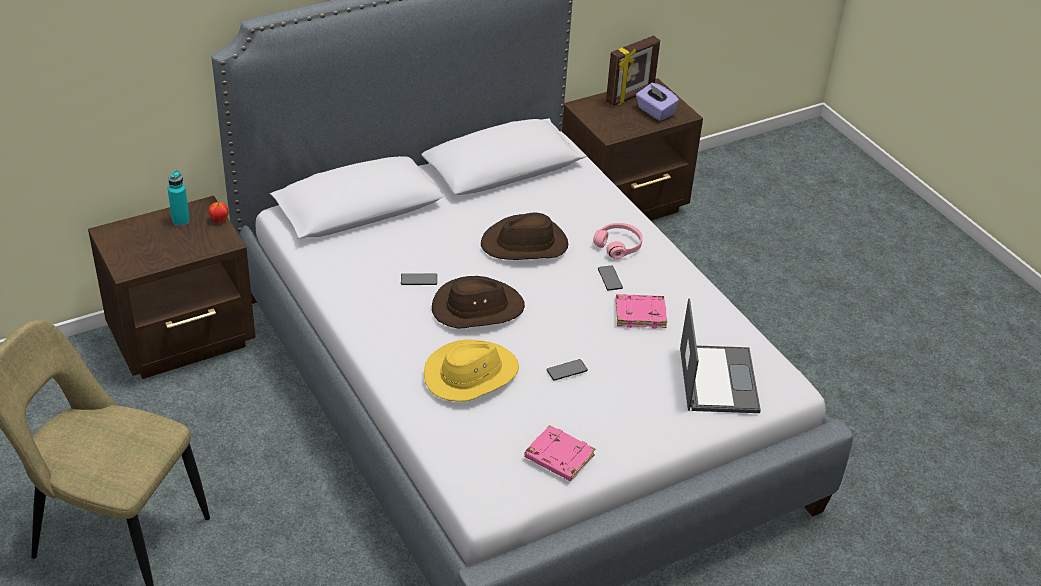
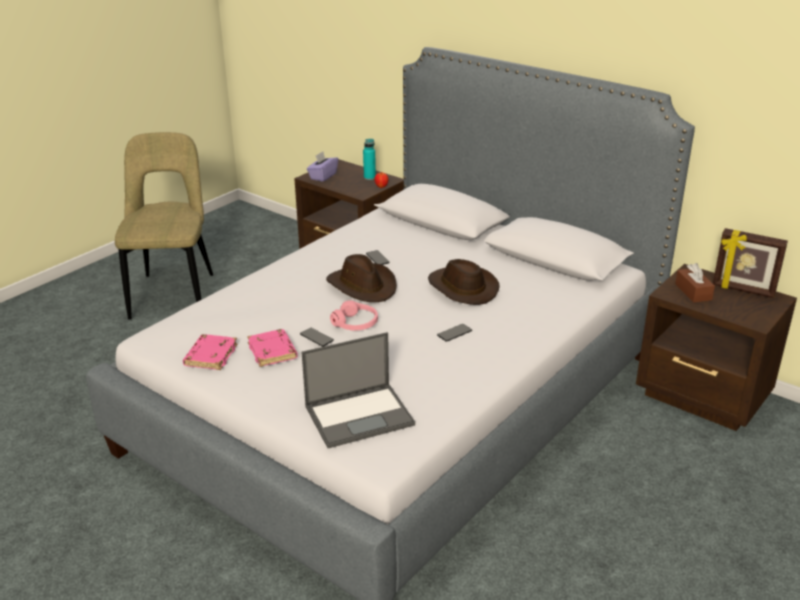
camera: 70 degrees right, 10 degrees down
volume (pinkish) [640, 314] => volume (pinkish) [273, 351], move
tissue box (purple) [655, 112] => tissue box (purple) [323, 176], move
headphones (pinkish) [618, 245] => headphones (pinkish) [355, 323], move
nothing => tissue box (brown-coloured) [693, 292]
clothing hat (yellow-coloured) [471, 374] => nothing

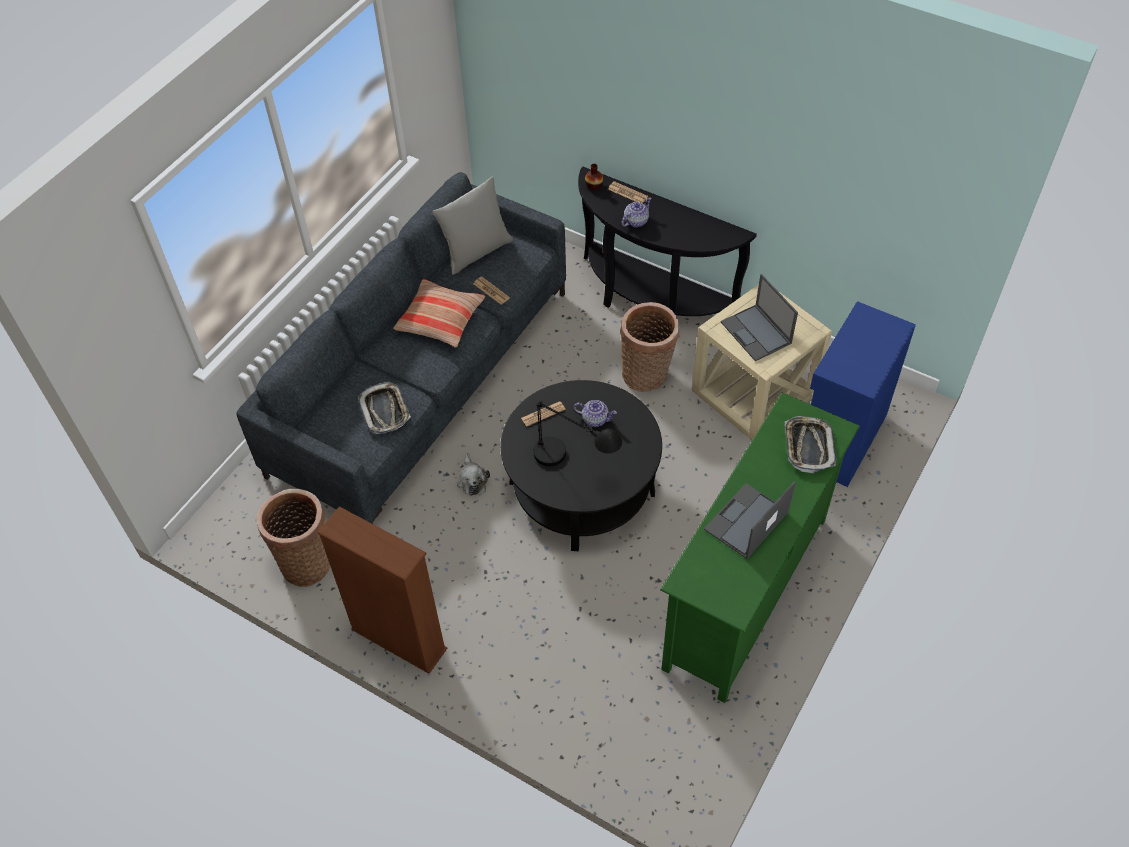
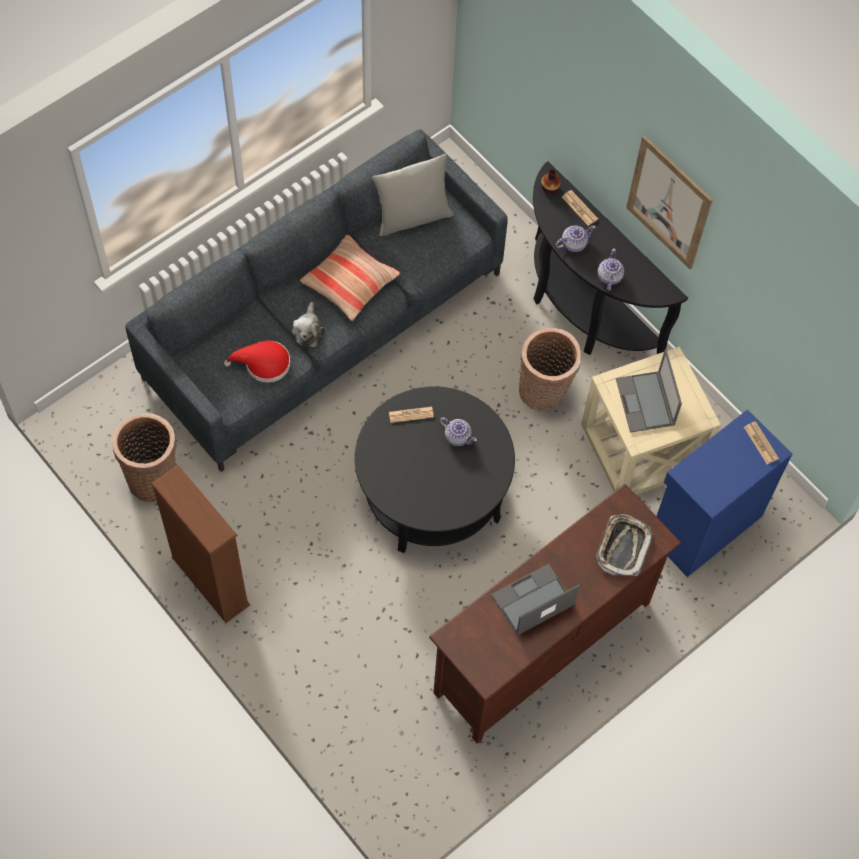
camera: 15 degrees right, 10 degrees up
tray [385, 411] => clothing hat (red-coloured) [263, 364]
cuddly toy [472, 480] => cuddly toy [308, 330], move
tv stand (green) [747, 593] => tv stand (brown-coloured) [543, 649]
nothing => tea pot [609, 277]
nothing => wall art [668, 203]
daily paper [491, 291] => daily paper [761, 443], move
tabletop lamp (black-coloured) [574, 466] => nothing

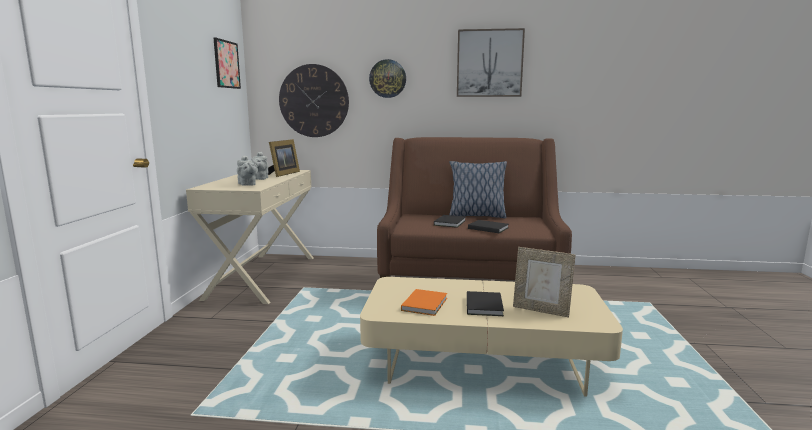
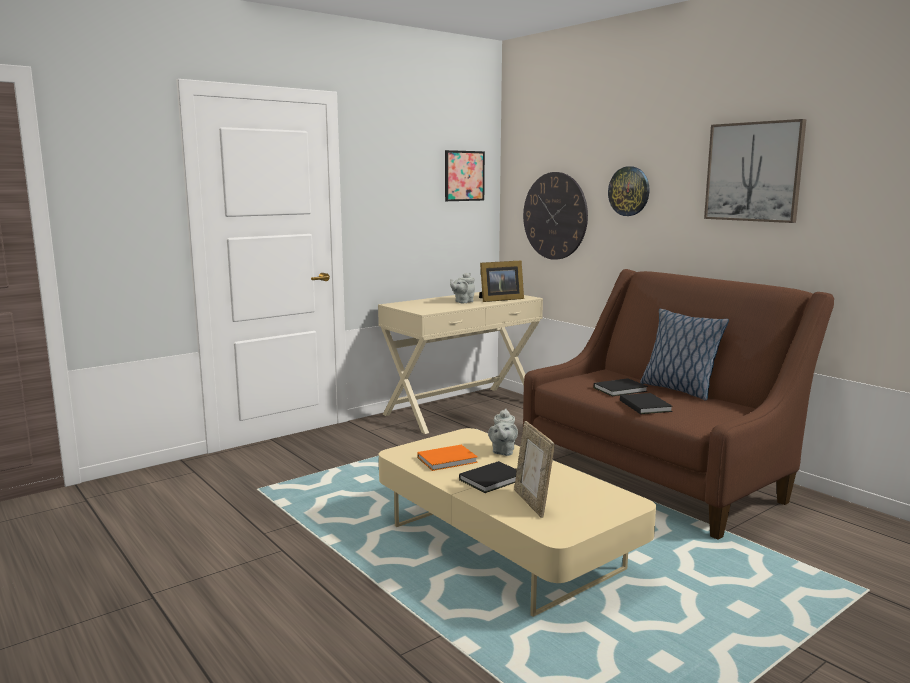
camera: 45 degrees right, 0 degrees up
tea pot (gray) [247, 184] => tea pot (gray) [503, 452], move

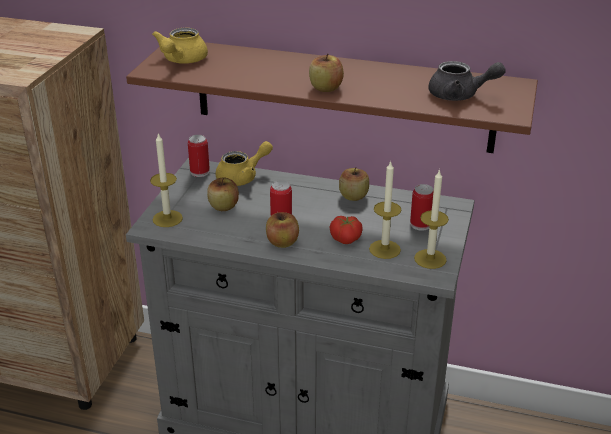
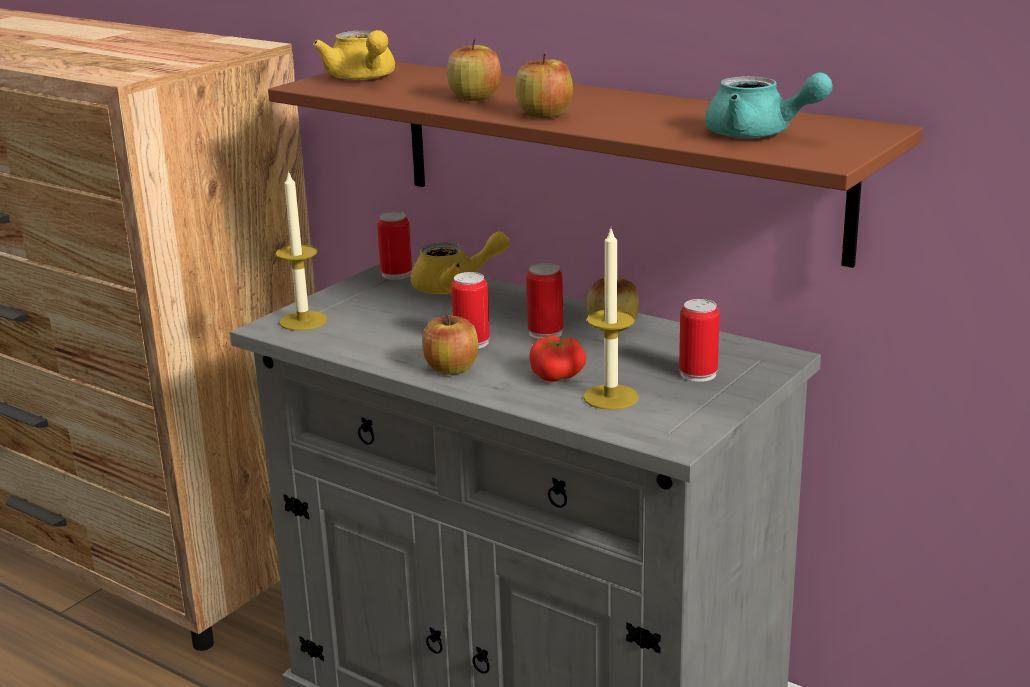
camera: 20 degrees right, 10 degrees down
tea pot (yellow-coloured) [181, 60] => tea pot (yellow-coloured) [363, 78], 60 degrees counterclockwise
apple fruit [223, 206] => apple fruit [475, 98], move
nothing => sealed can [545, 333]
tea pot (gray) [460, 95] => tea pot (turquoise) [758, 134]
candle [430, 259] => nothing

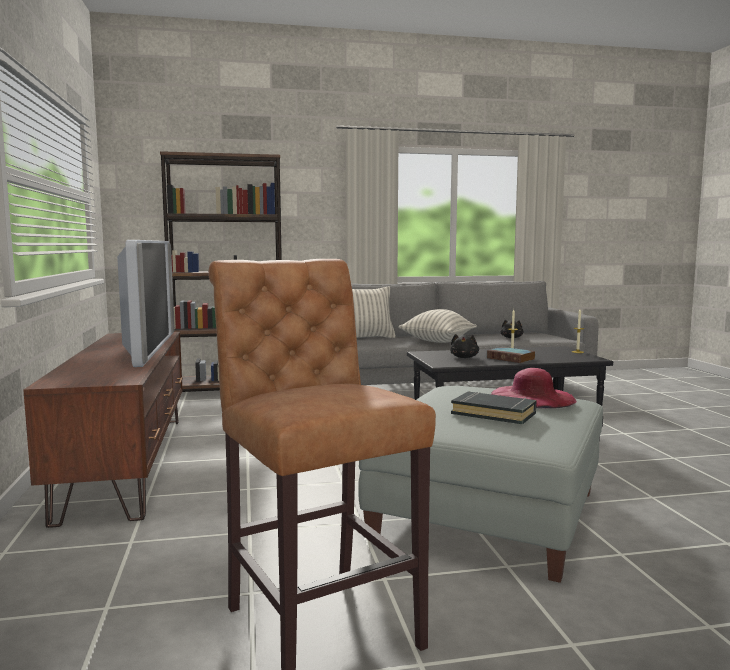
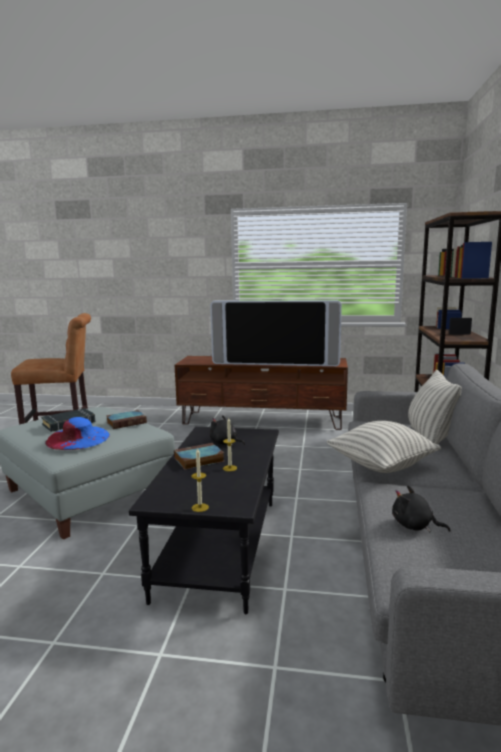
camera: 110 degrees right, 5 degrees up
clothing hat (pinkish) [532, 397] => clothing hat (blue-coloured) [78, 438]
nothing => volume [127, 422]

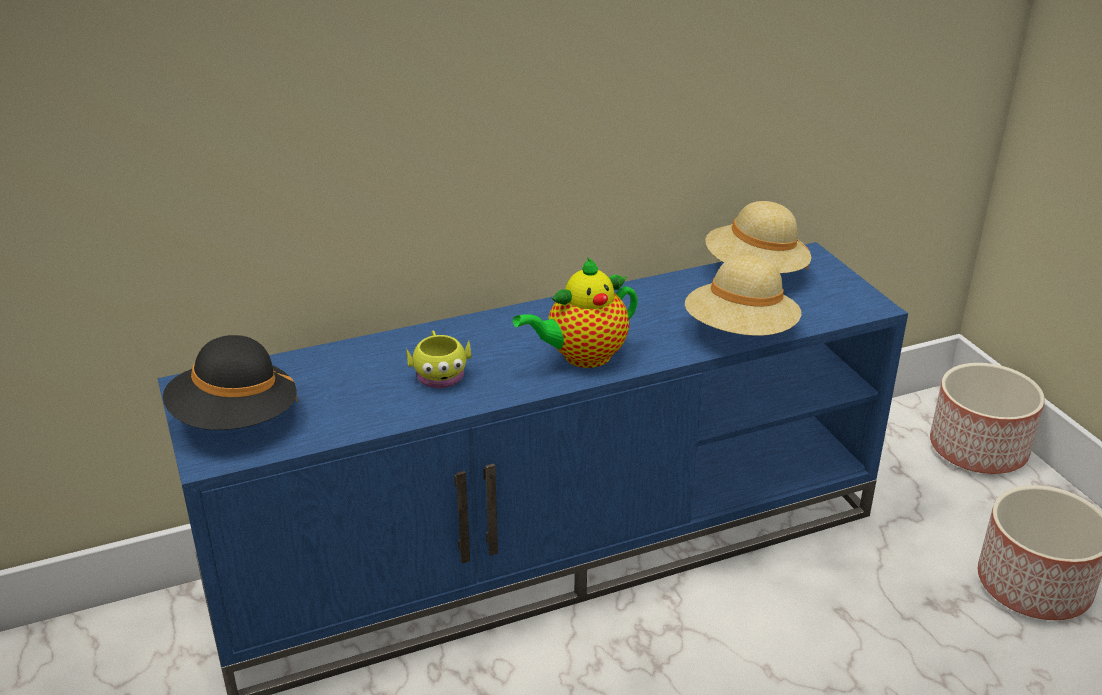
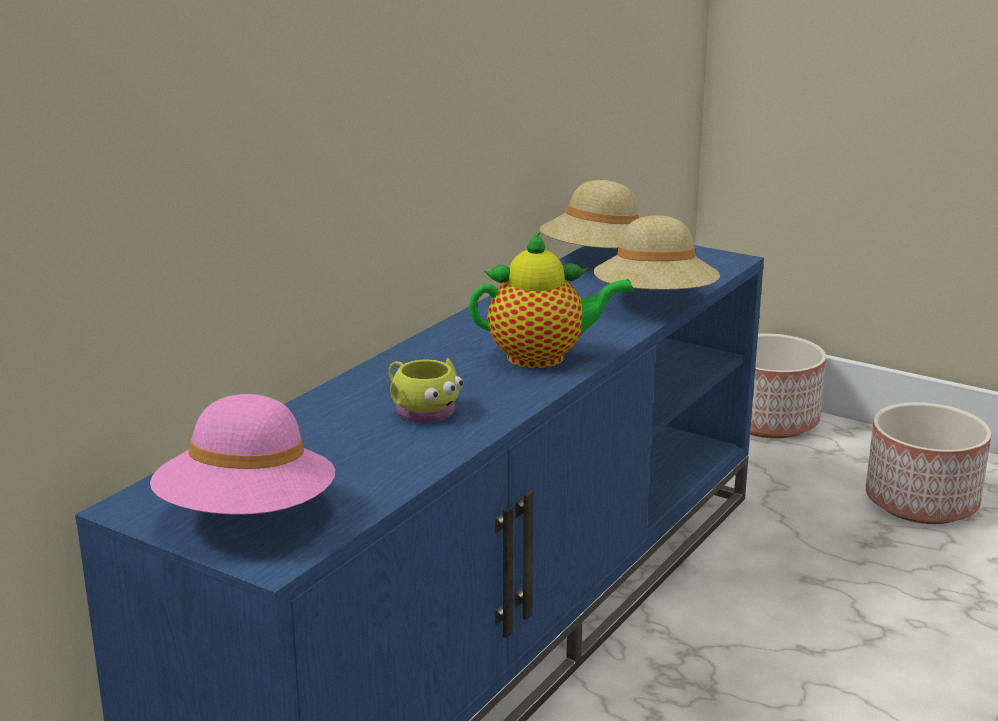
camera: 35 degrees left, 10 degrees down
clothing hat (black-coloured) [235, 420] => clothing hat (pinkish) [247, 517]
tea pot [582, 357] => tea pot [543, 357], 120 degrees counterclockwise

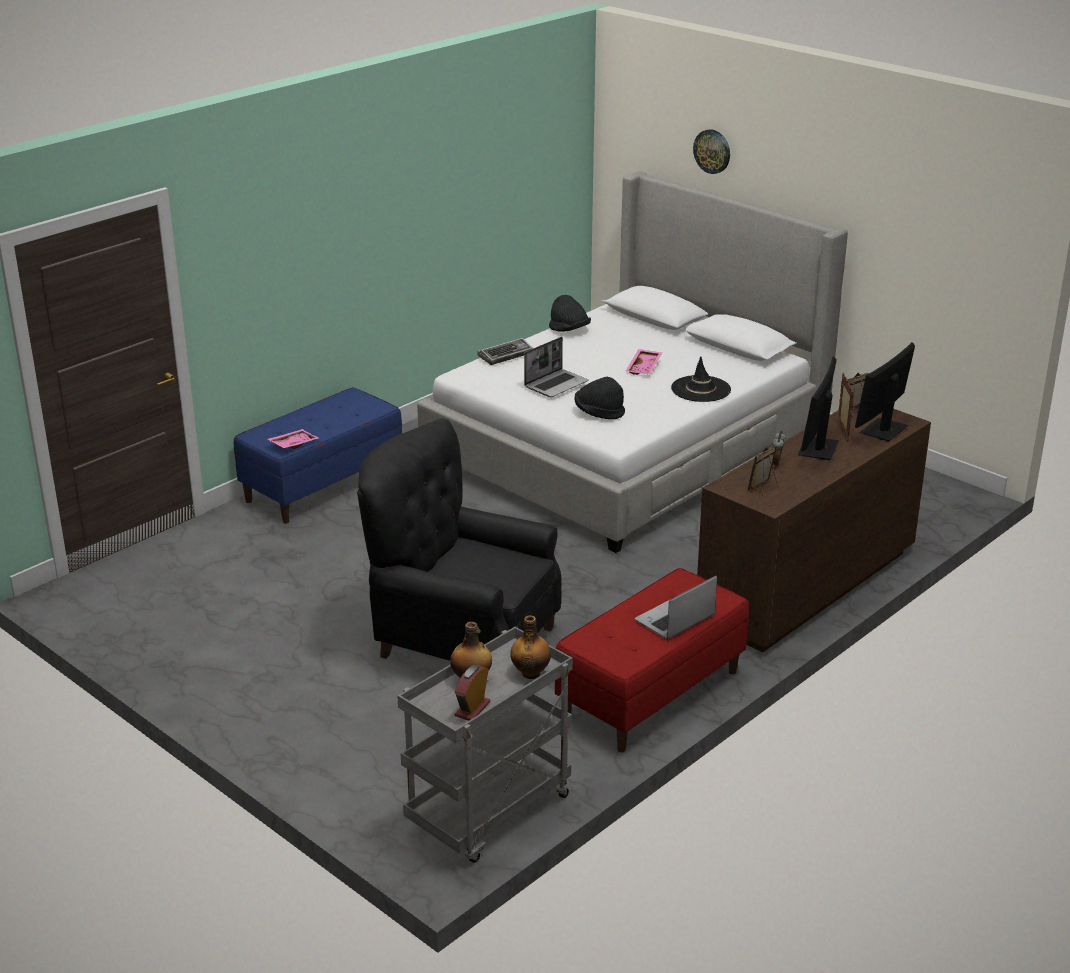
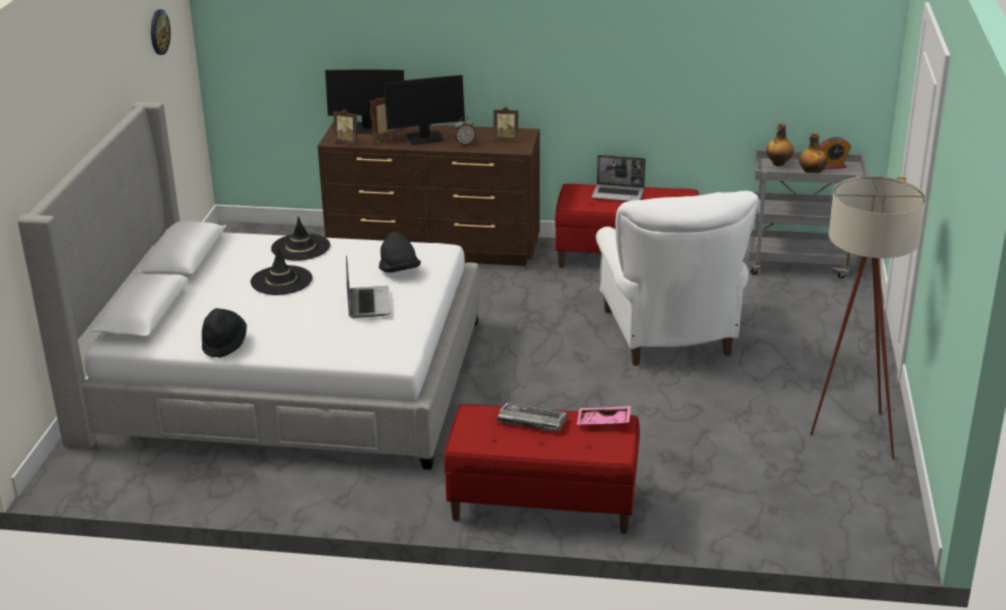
camera: 125 degrees left, 0 degrees up
hanging clock [712, 151] => hanging clock [159, 32], move
tray (pinkish) [644, 367] => clothing hat (black-coloured) [281, 281]
laptop [556, 384] => laptop [367, 303], 75 degrees clockwise
indoor bench (blue-coloured) [322, 485] => indoor bench (red-coloured) [543, 504]
PC keyboard [506, 355] => PC keyboard [531, 421], move
easy chair (black-coloured) [459, 641] => easy chair (white-coloured) [668, 335]
nothing => standing lamp (sand-coloured) [850, 435]

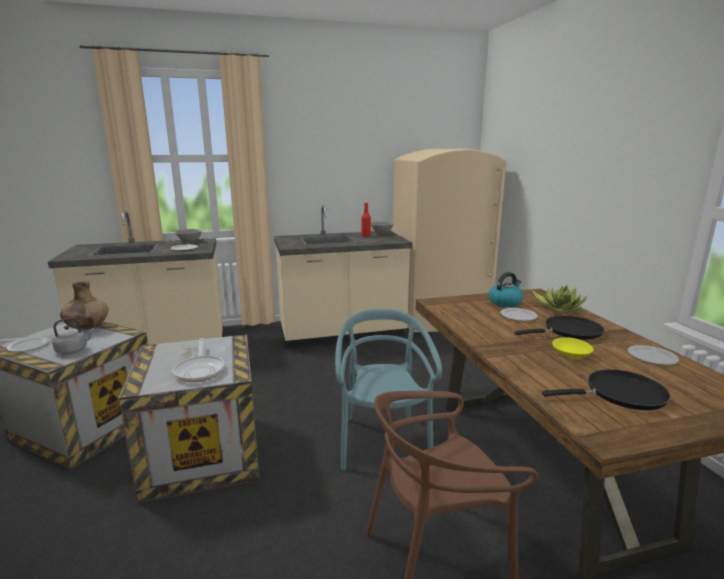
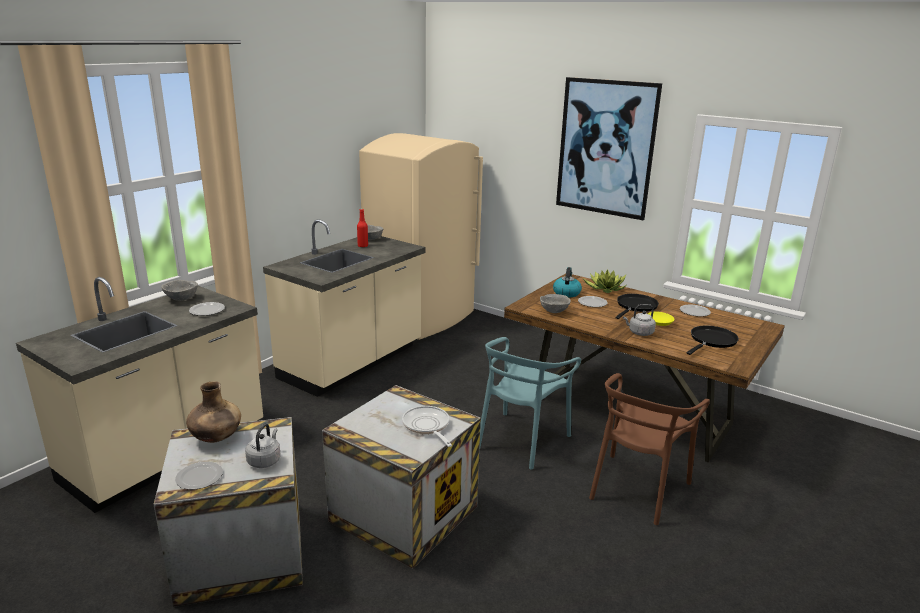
camera: 40 degrees left, 5 degrees up
pan [200, 370] => pan [427, 426], 150 degrees counterclockwise
plain chair (turquoise) [383, 442] => plain chair (turquoise) [521, 440], 105 degrees counterclockwise
nothing => bowl (gray) [553, 311]
nothing => wall art [606, 148]
nothing => kettle (gray) [639, 333]

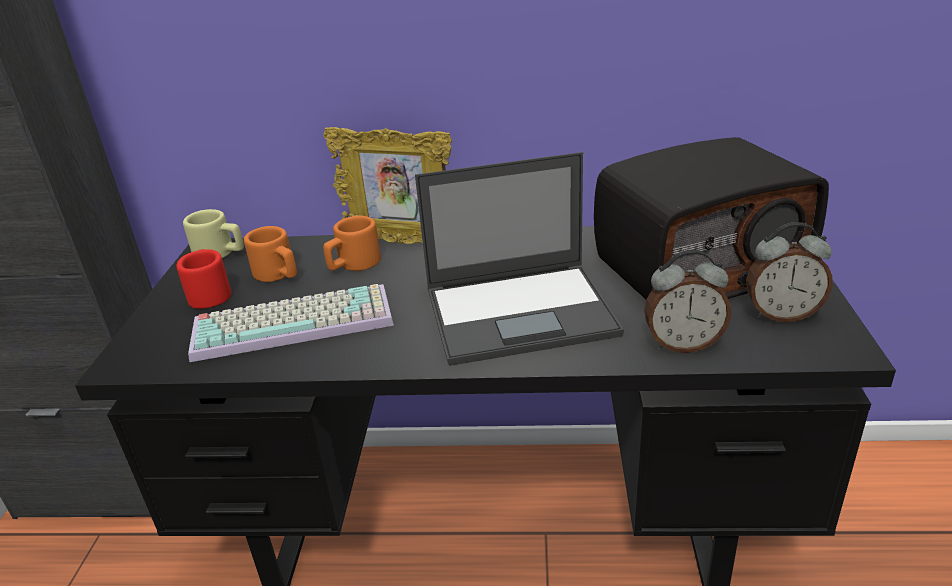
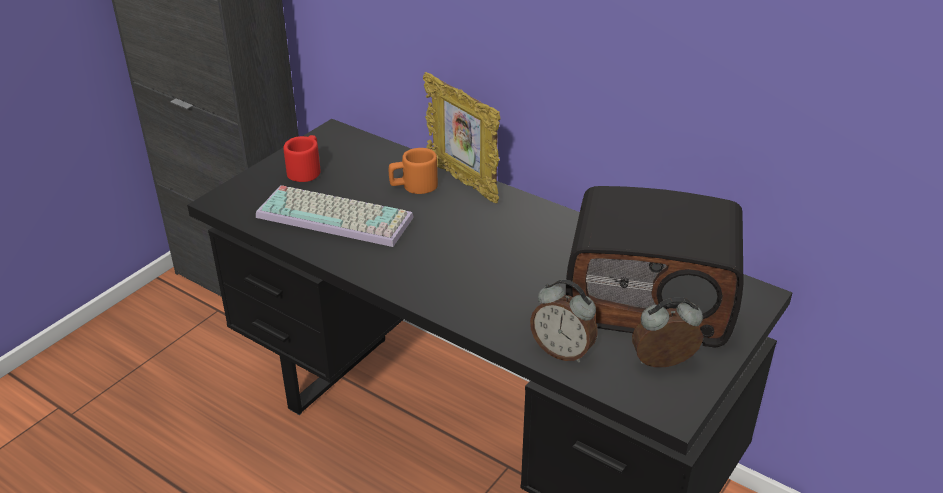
camera: 30 degrees right, 5 degrees up
bedside clock [781, 314] => bedside clock [663, 365], 135 degrees clockwise
mug (sand-coloured) [220, 253] => nothing
mug (orange) [278, 274] => nothing
laptop [522, 312] => nothing

